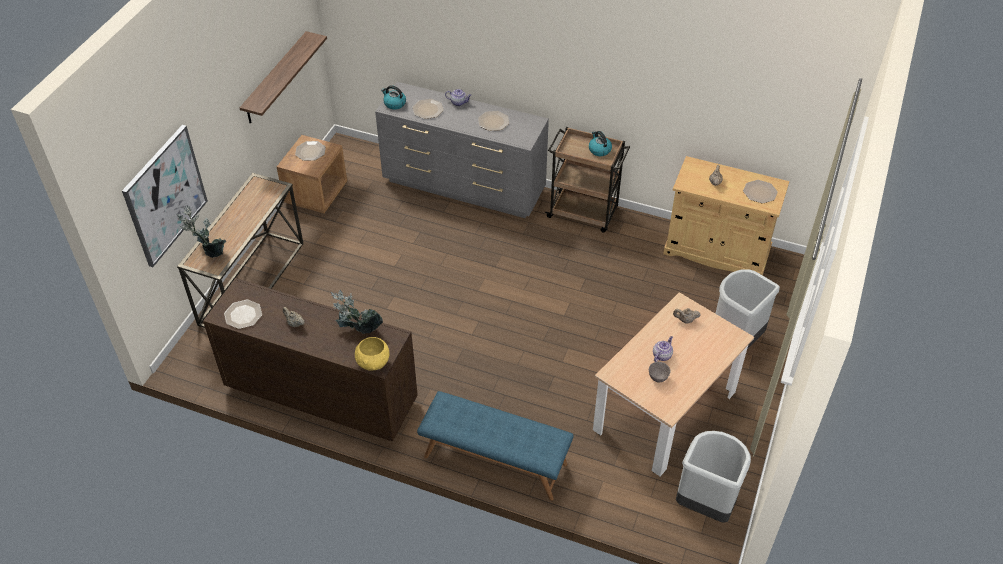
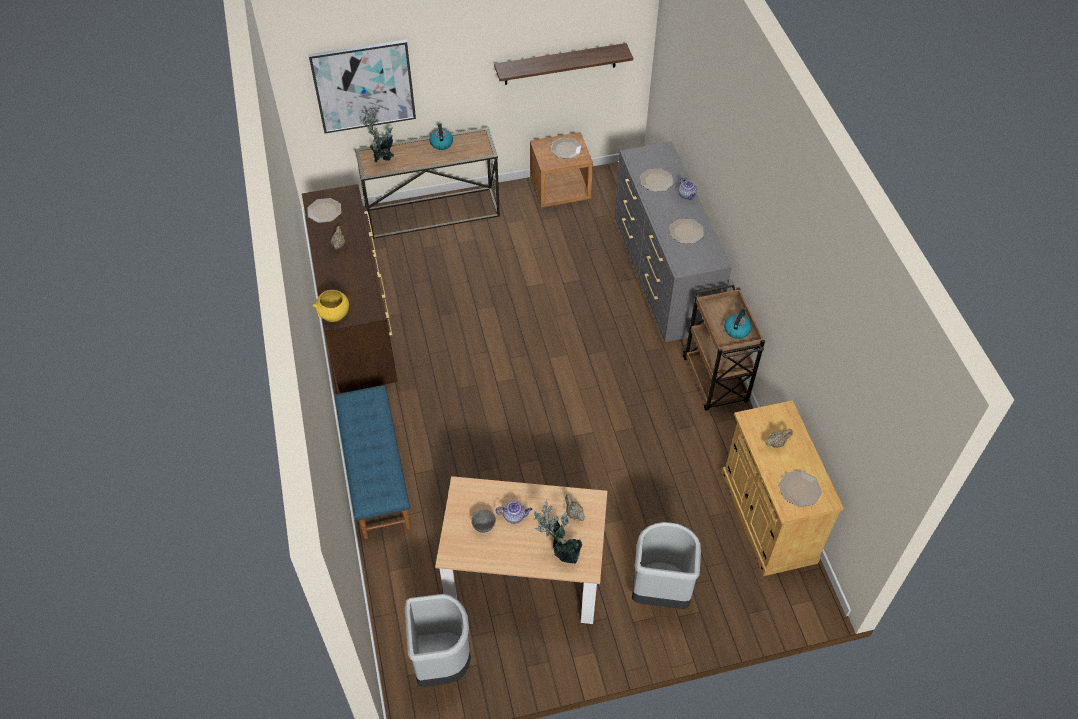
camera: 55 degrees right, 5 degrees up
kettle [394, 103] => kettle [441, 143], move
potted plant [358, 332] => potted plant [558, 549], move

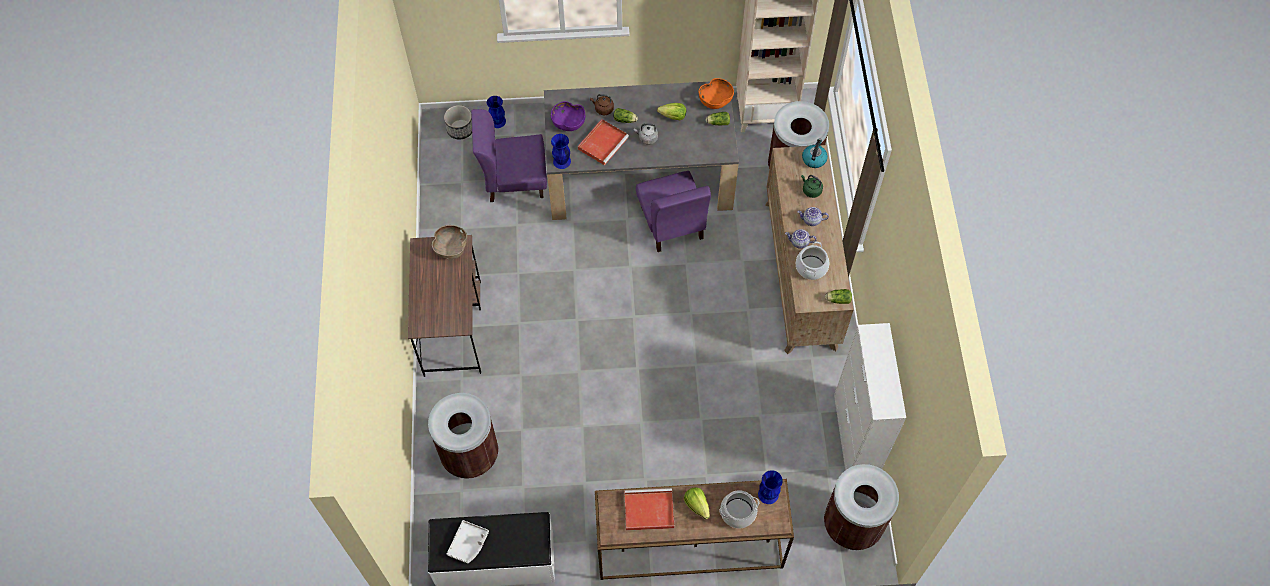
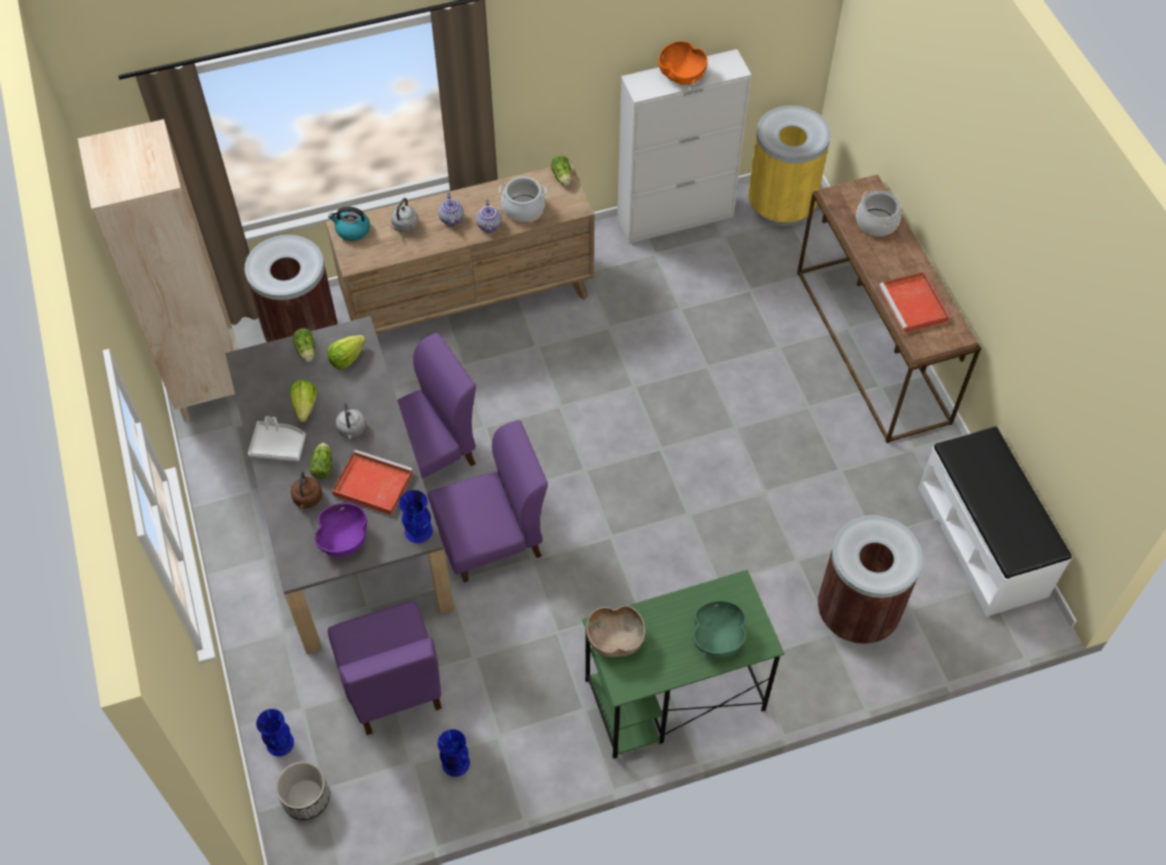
camera: 105 degrees left, 5 degrees down
tray (white-coloured) [468, 544] => tray (white-coloured) [278, 445], move
lettuce [697, 505] => lettuce [347, 358], move
kettle (green) [811, 190] => kettle (gray) [404, 226]
nothing => plain chair (purple) [491, 539]
flower vase (blue-coloured) [768, 494] => flower vase (blue-coloured) [455, 763], move
desk (brown-coloured) [452, 327] => desk (green) [673, 696]
bowl (orange) [715, 101] => bowl (orange) [682, 75], move
nothing => bowl (green) [718, 638]
rubbish bin (brown-coloured) [852, 524] => rubbish bin (yellow-coloured) [781, 205]

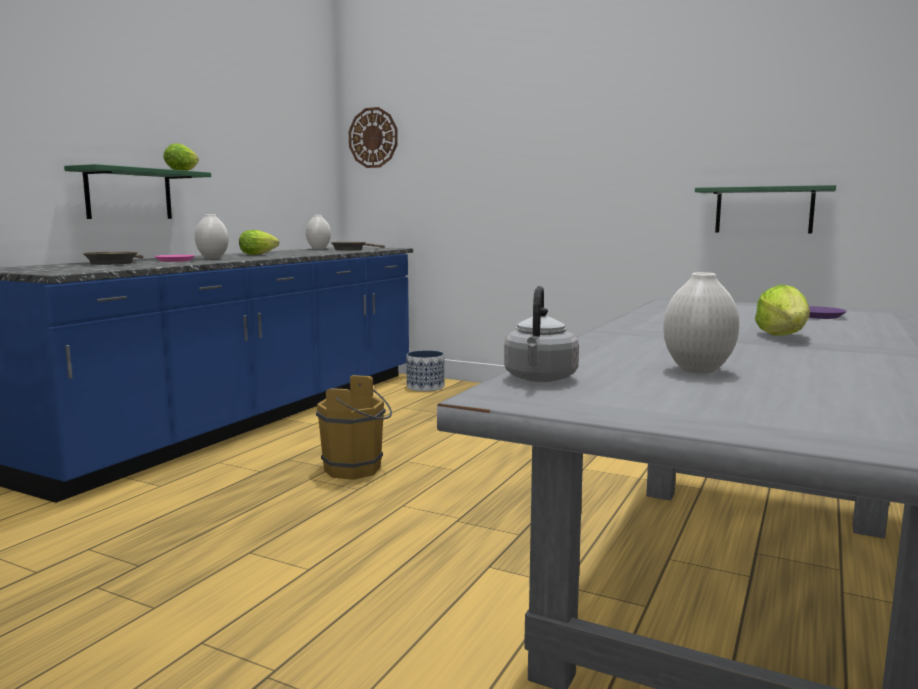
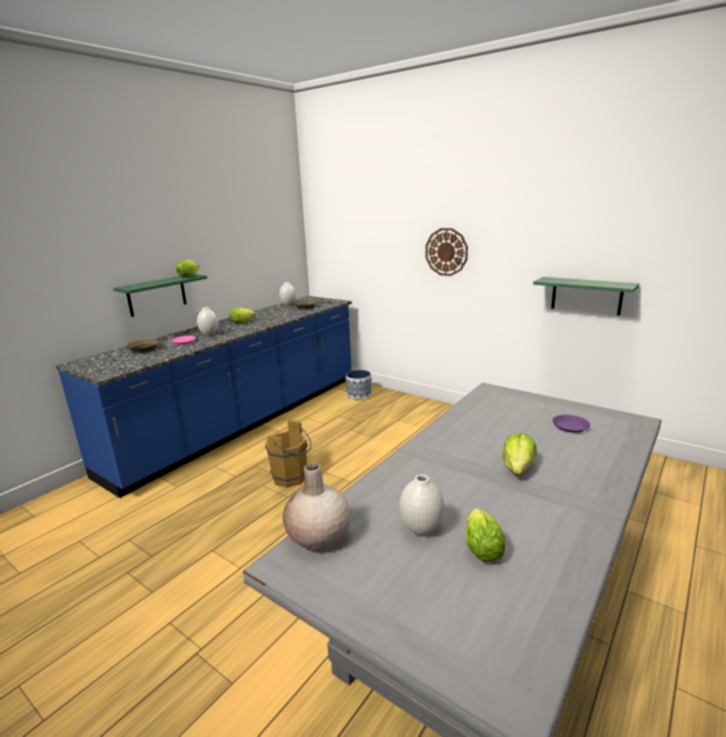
camera: 10 degrees right, 10 degrees up
kettle (gray) [540, 379] => flower vase (sand-coloured) [318, 537]
hanging clock [373, 138] => hanging clock [446, 252], move
nothing => lettuce [481, 546]

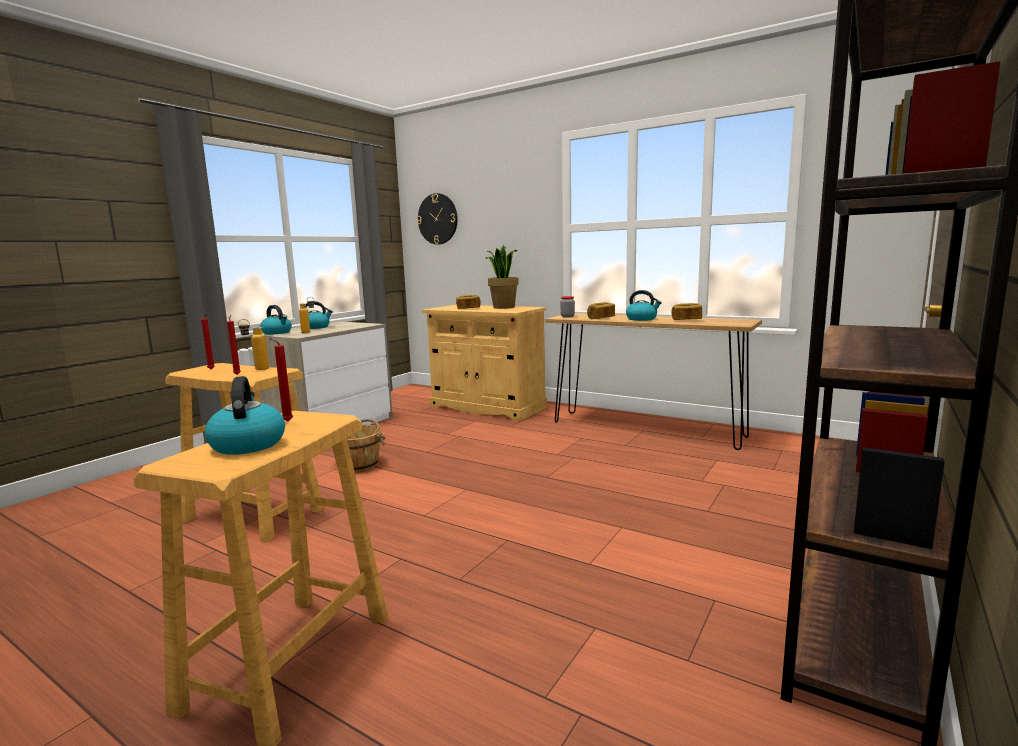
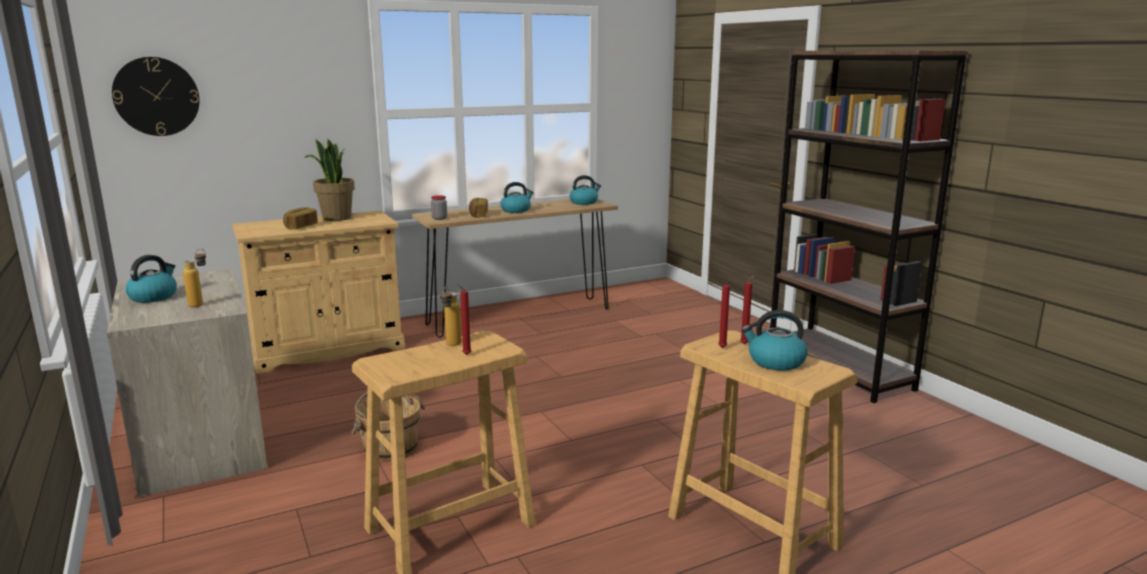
camera: 60 degrees left, 5 degrees up
kettle [277, 332] => kettle [584, 202], move
candle (red-coloured) [212, 369] => candle (red-coloured) [745, 344], move
bakery bread [686, 320] => nothing

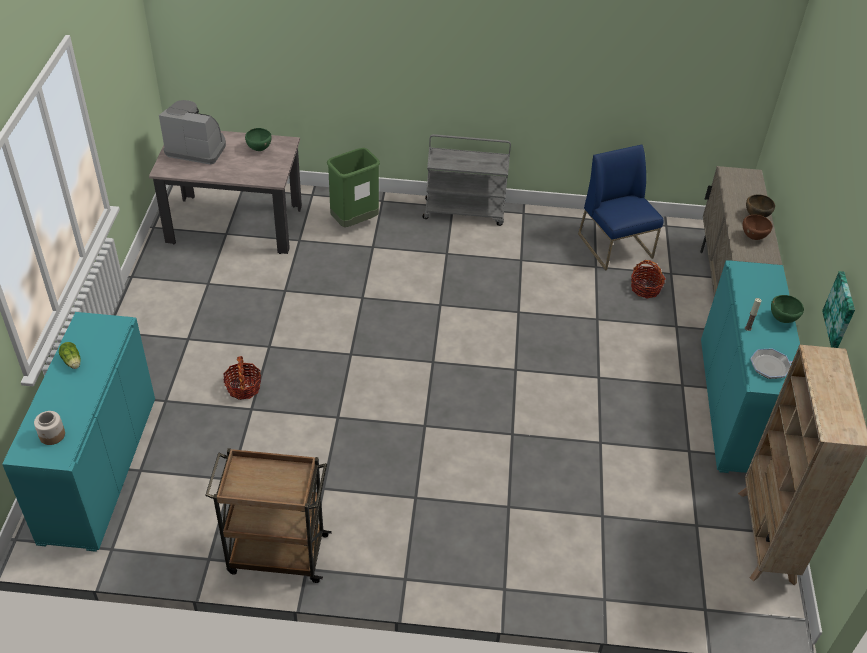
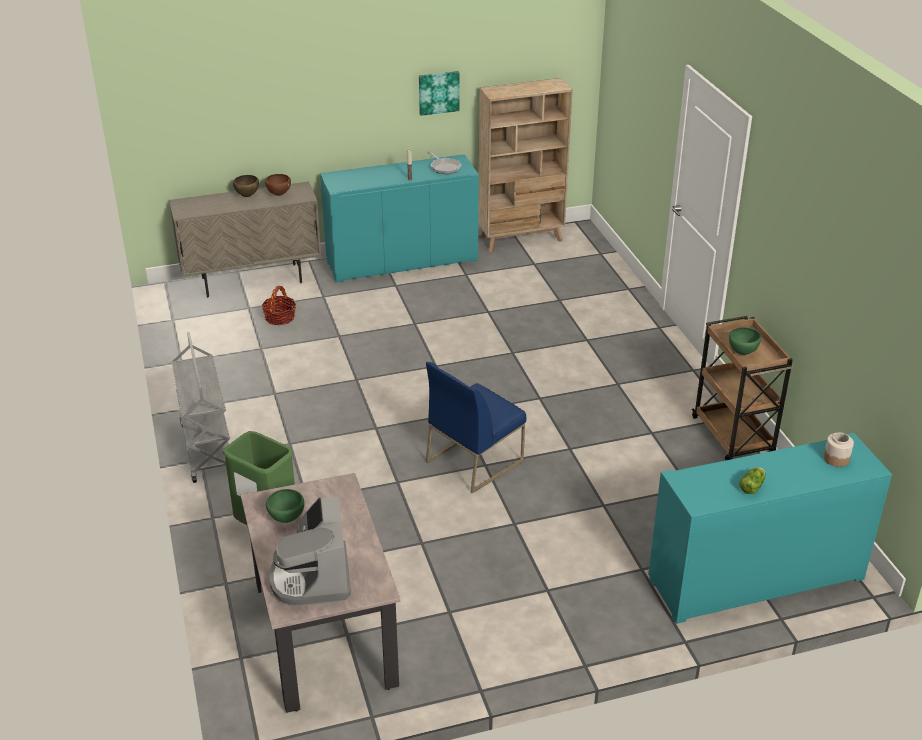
camera: 110 degrees left, 10 degrees down
plain chair (blue-coloured) [616, 246] => plain chair (blue-coloured) [474, 460], move
bowl (green) [782, 319] => bowl (green) [742, 353], move
storage basket [243, 387] => nothing

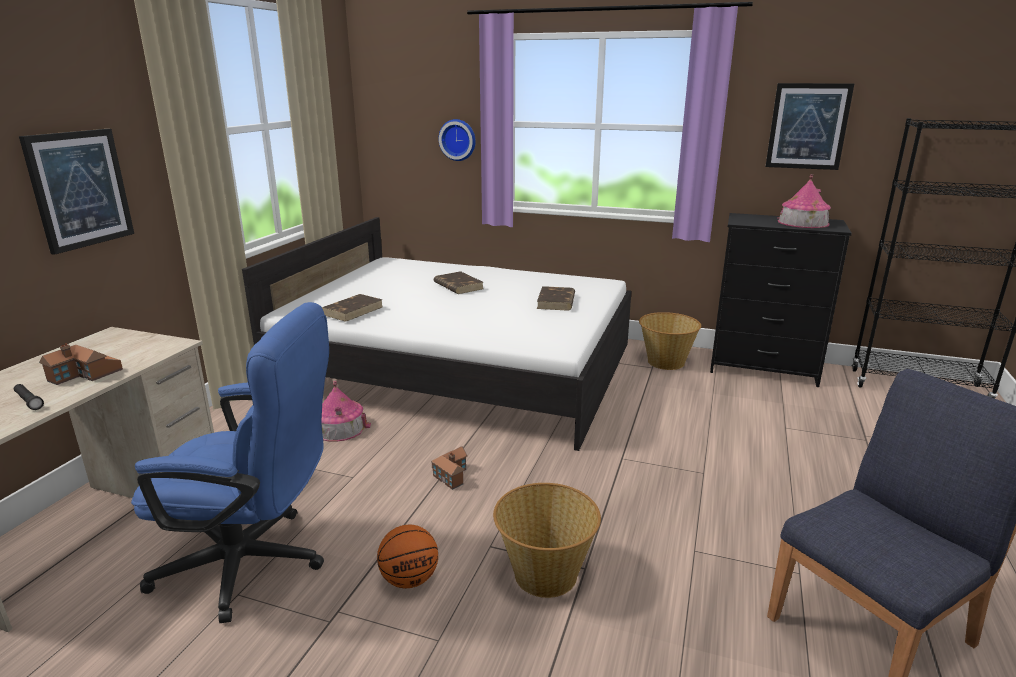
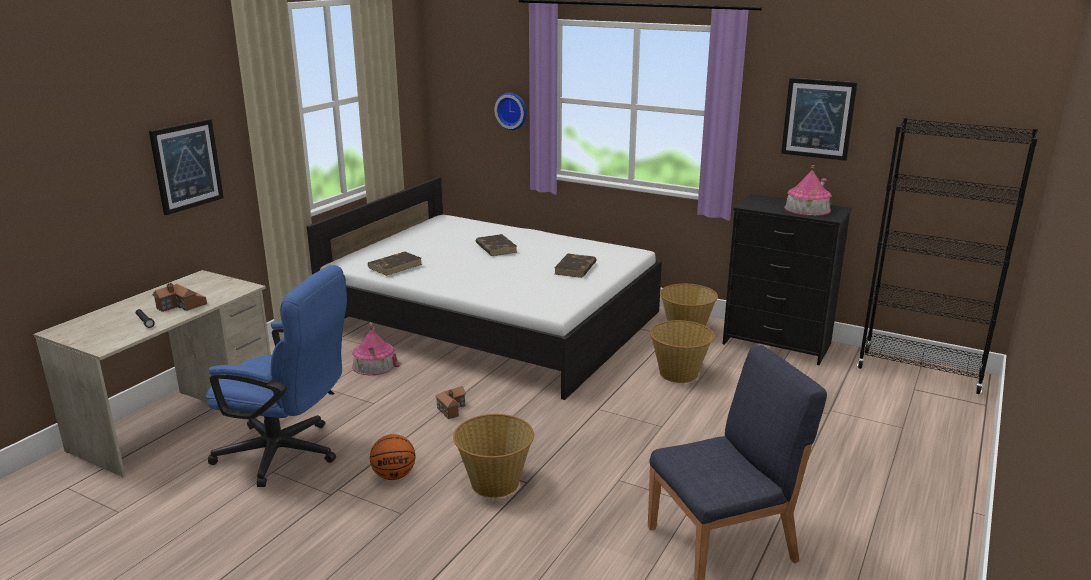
camera: 10 degrees right, 0 degrees up
nothing => storage basket [679, 373]

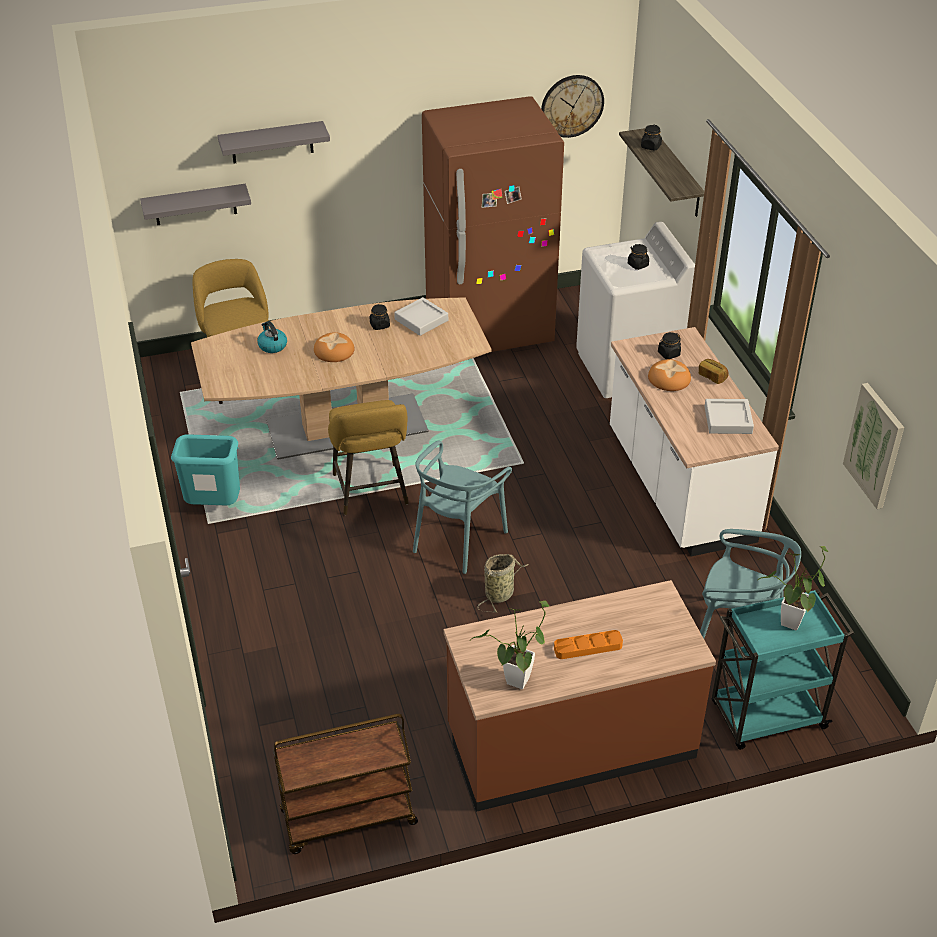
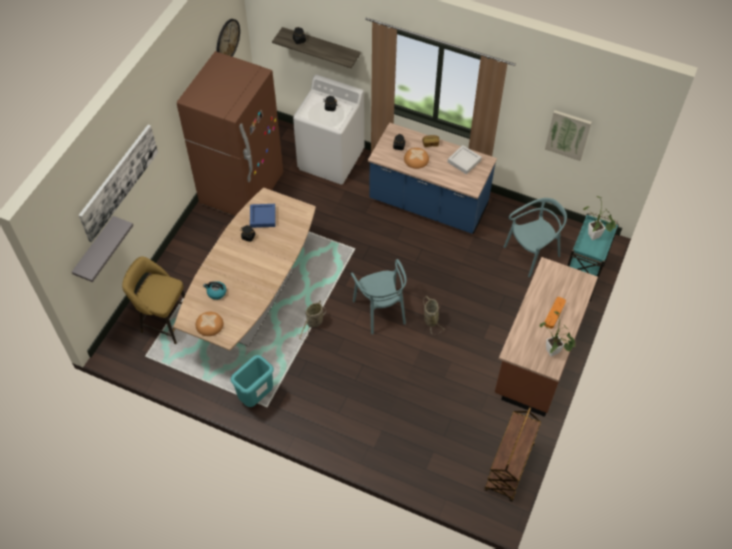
camera: 50 degrees left, 15 degrees up
wall shelf (gray) [272, 142] => wall art [118, 181]
bakery bread [334, 351] => bakery bread [210, 324], move
tray (gray) [421, 320] => tray (blue-coloured) [263, 217]
sitting stool (yellow-coloured) [371, 493] => storage basket [314, 323]
counter (white-coloured) [678, 487] => counter (blue-coloured) [428, 204]

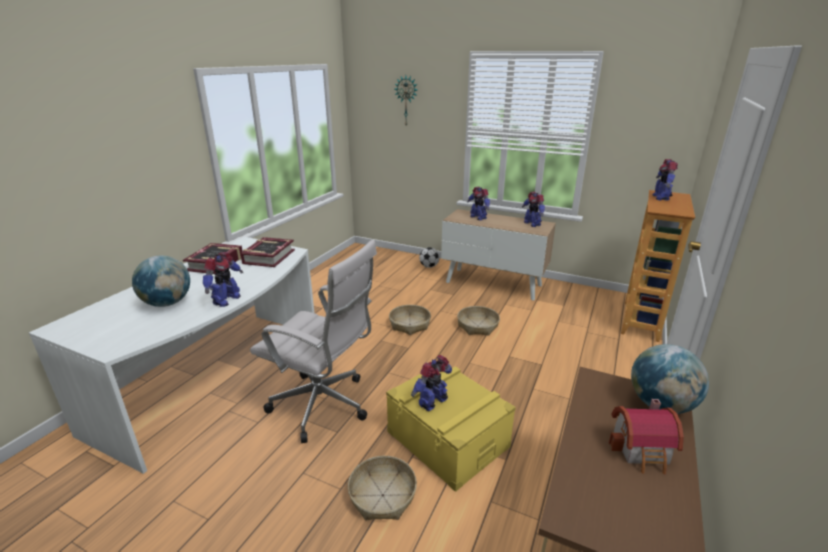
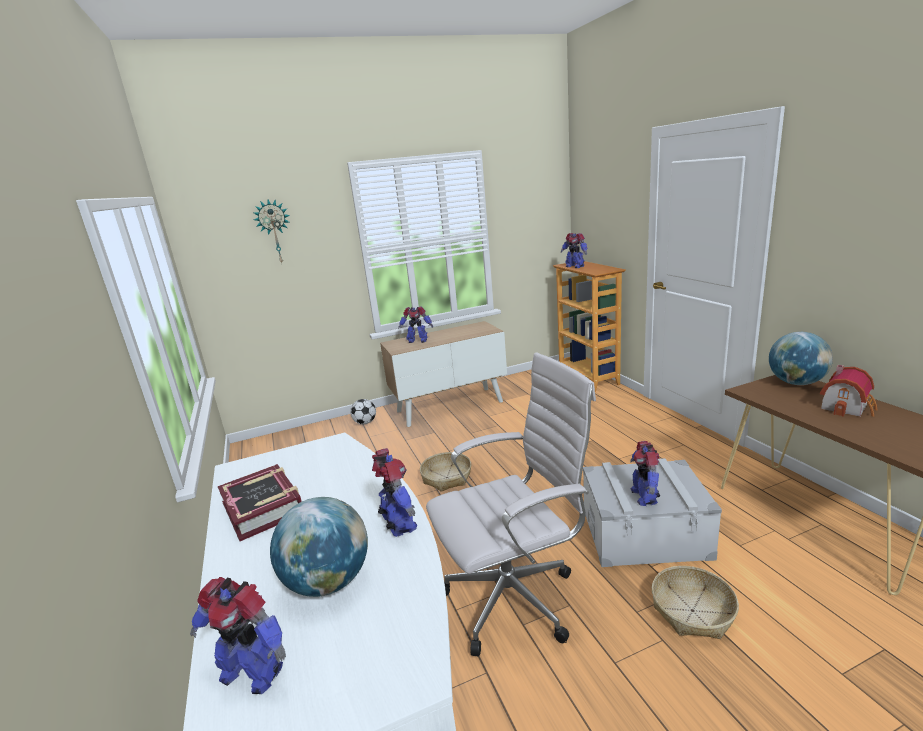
camera: 45 degrees left, 5 degrees down
toy robot [532, 224] => toy robot [252, 671], move
storage box (yellow-coloured) [448, 439] => storage box (gray) [644, 533]
volume [268, 257] => nothing
storage basket [478, 326] => nothing

